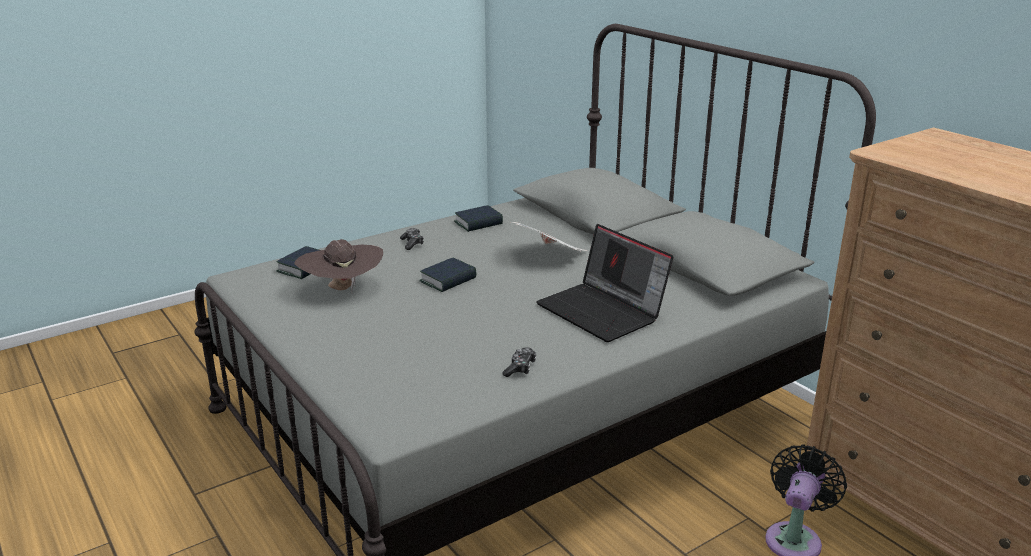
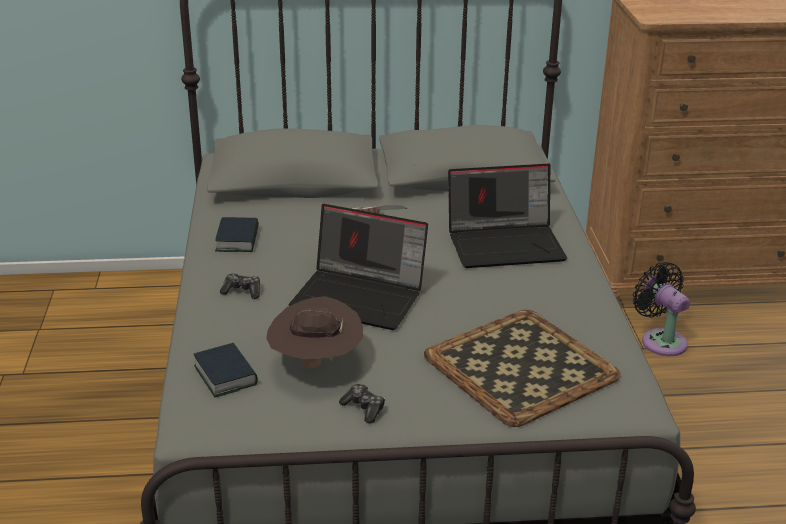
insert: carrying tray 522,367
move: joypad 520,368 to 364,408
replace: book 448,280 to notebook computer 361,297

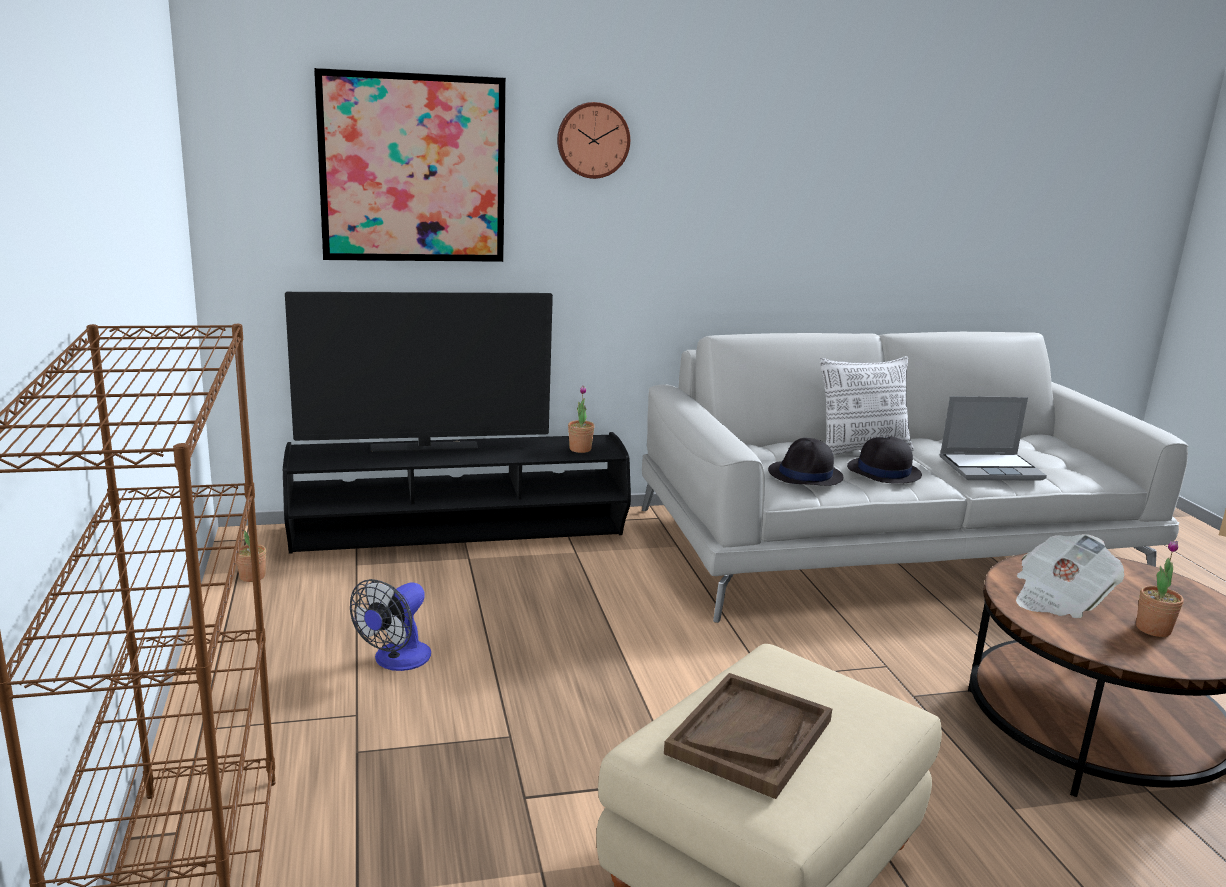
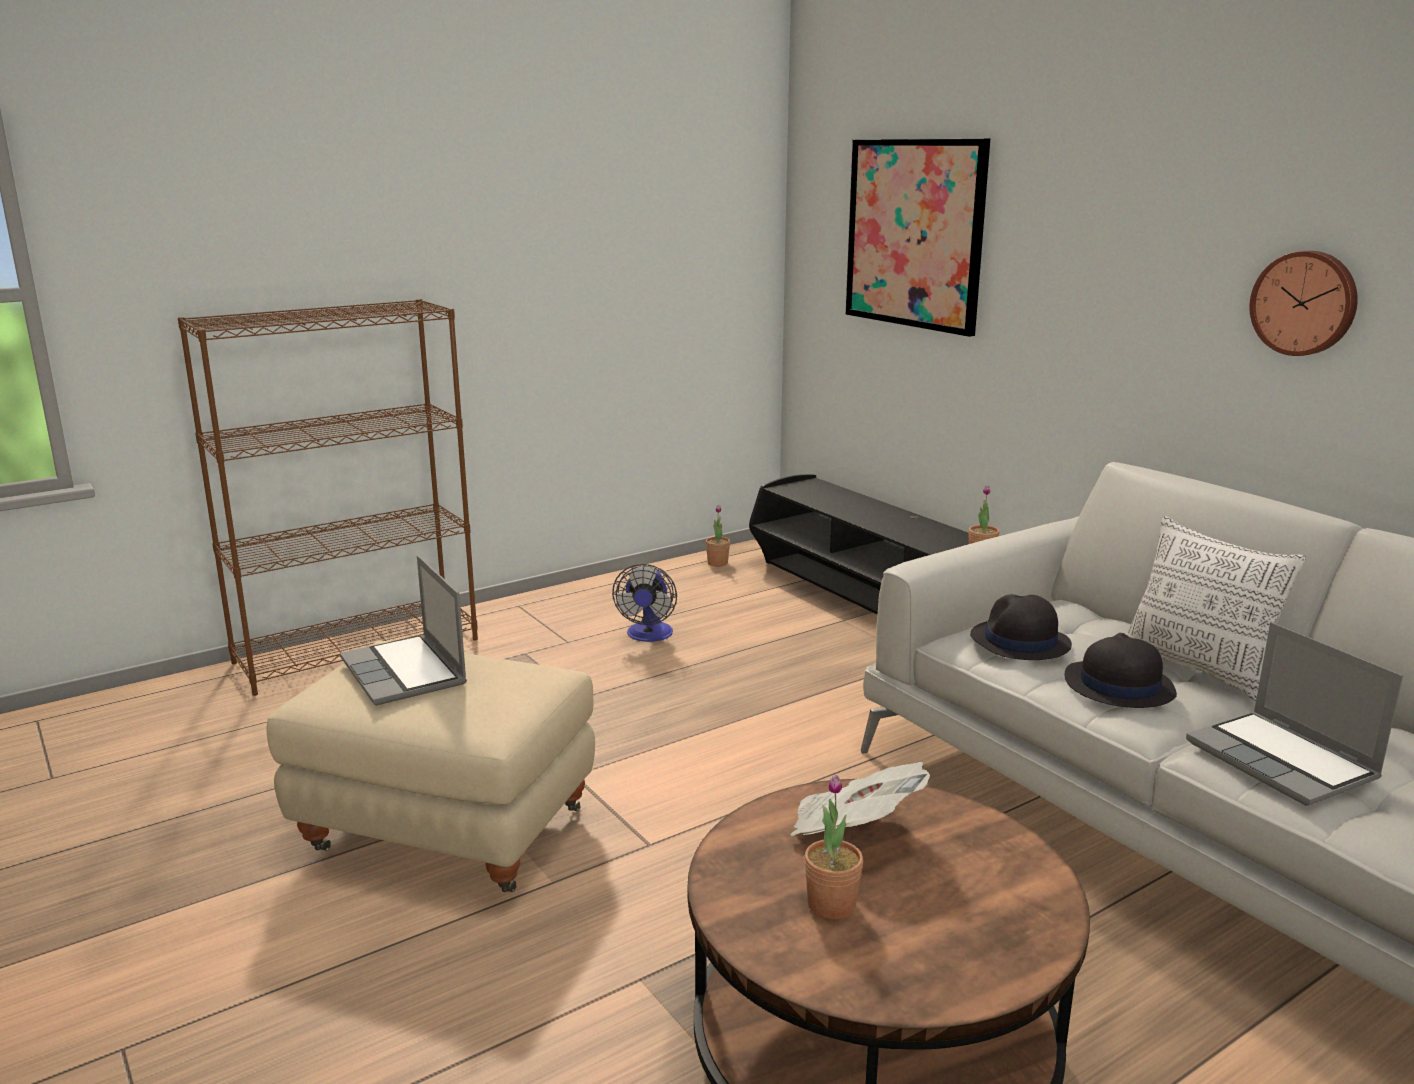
delete: TV set 424,447
move: clock on the wall 592,140 to 1305,303
replace: carrying tray (brown-coloured) 749,736 to notebook computer 406,673
rotate: electric fan 396,661 = 648,636 90 degrees counterclockwise

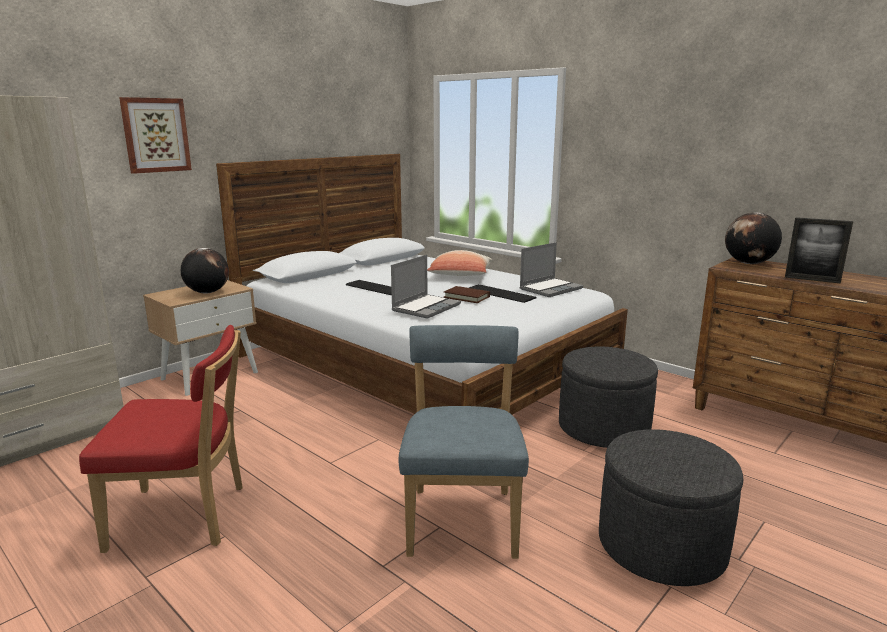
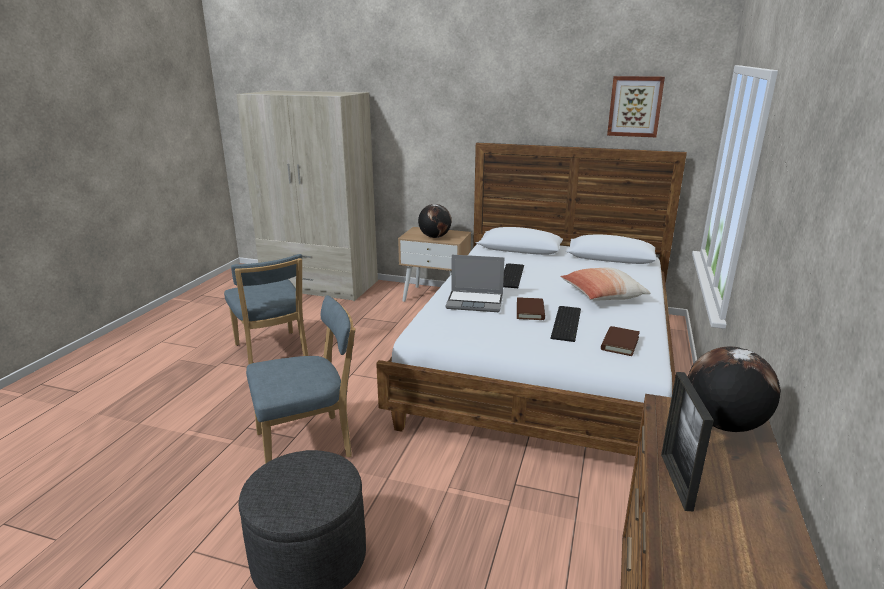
delete: ottoman (greyish) 603,428
move: wall art 155,135 to 635,106
replace: notebook computer 550,288 to book (brown-coloured) 620,343
recolor: chair (reddish) 185,517 to chair (blue-coloured) 272,352

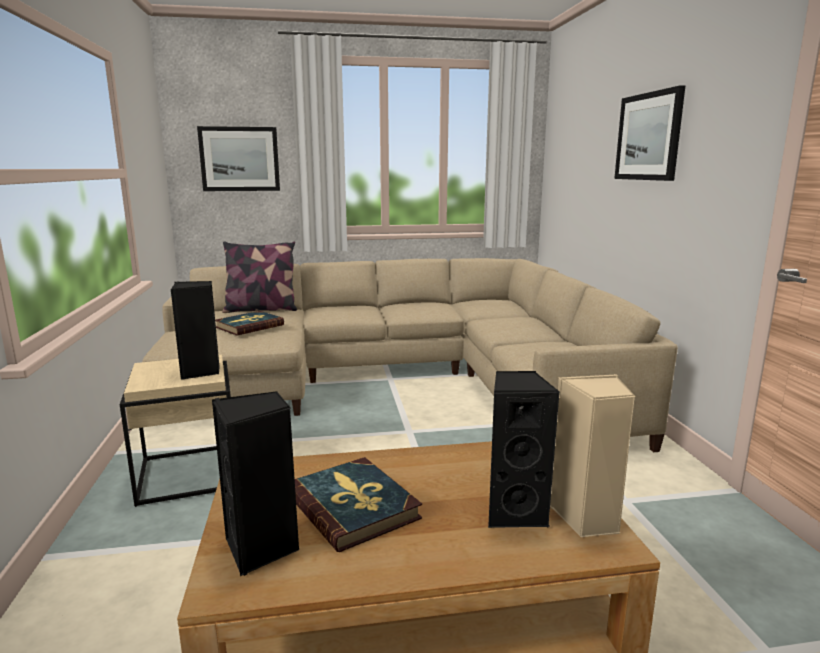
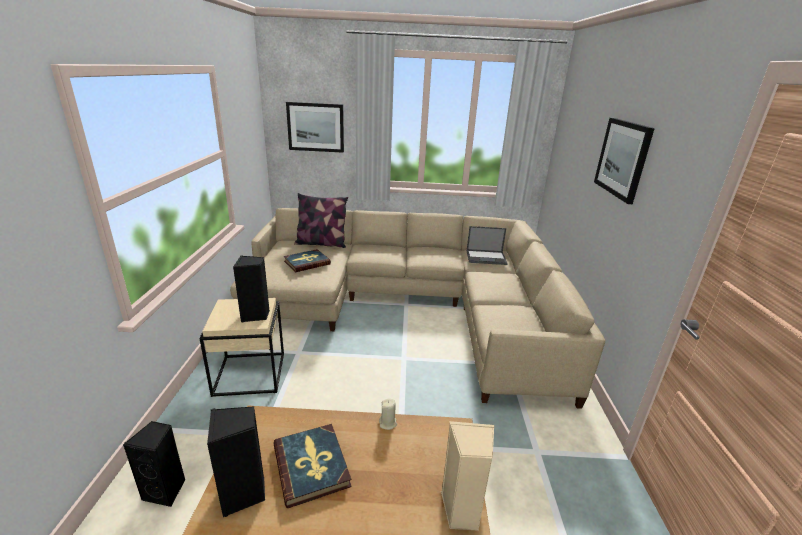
insert: candle (beige) 388,423; notebook computer 486,257
move: audio speaker (blackish) 514,512 to 166,491

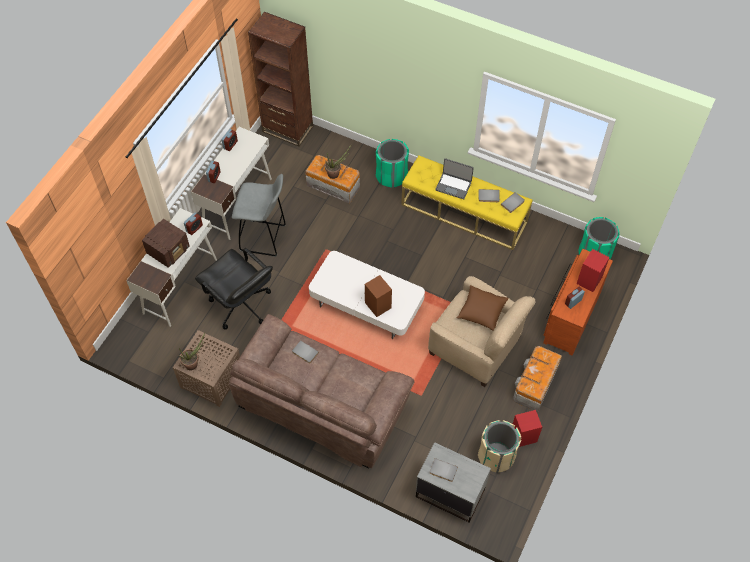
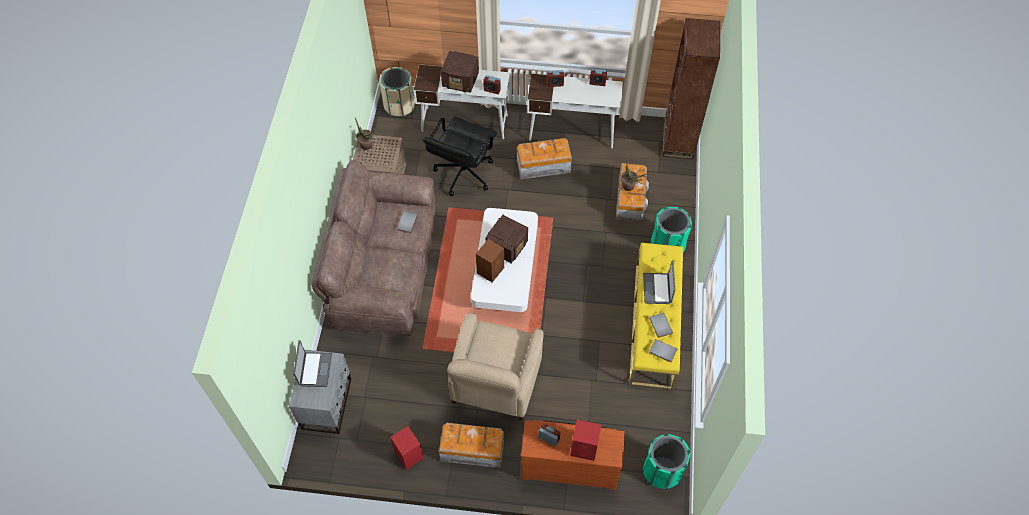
delete: throw pillow (brown-coloured) 481,312
insert: radio receiver 507,246
move: trash can (beige) 496,456 to 399,105
replace: stool seat (greyish) 264,238 to storage box 542,166; book (greyish) 443,471 to notebook computer 314,369

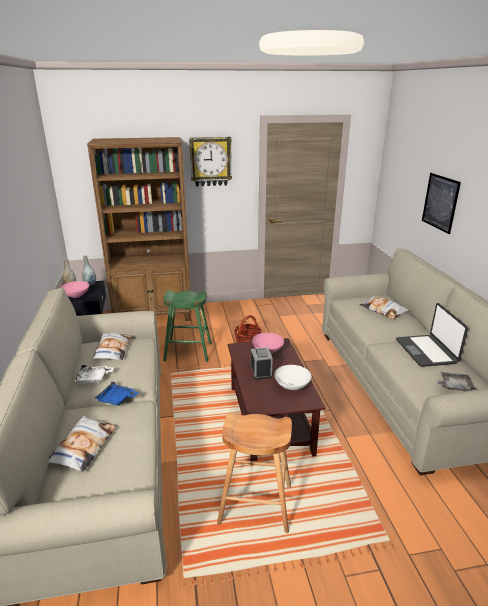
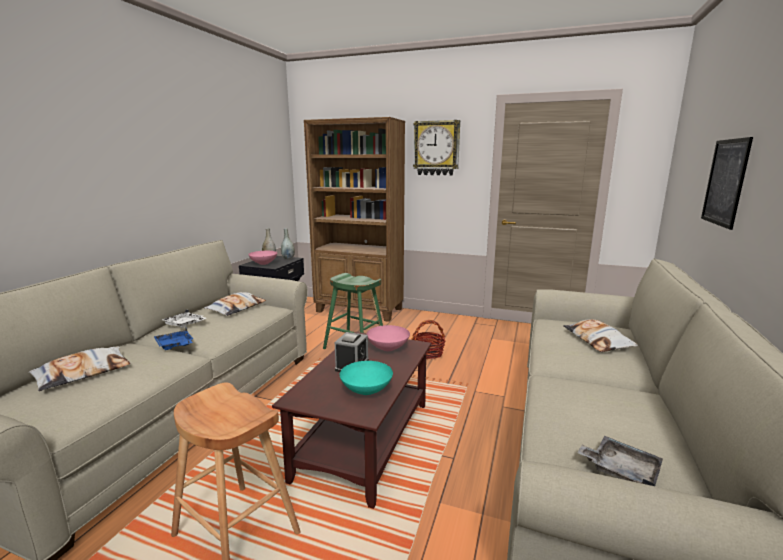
delete: notebook computer 426,351
recolor: serving bowl (whitish) 292,386 to serving bowl (turquoise-coloured) 366,391

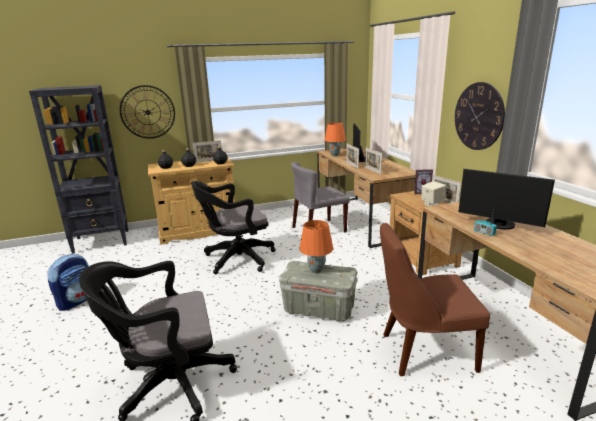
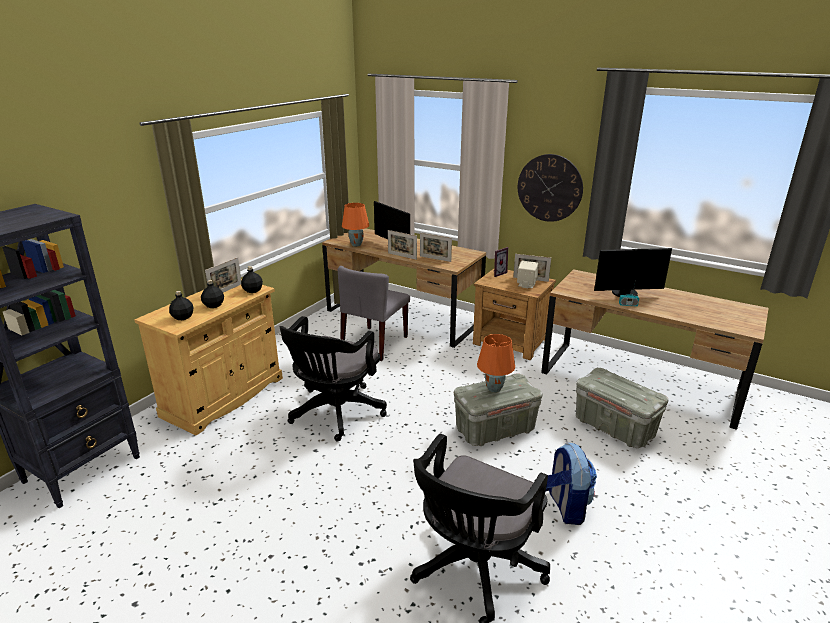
delete: clock on the wall 148,112
move: knapsack 77,301 to 565,506
replace: chair (brown-coloured) 423,351 to storage box (greyish) 613,427

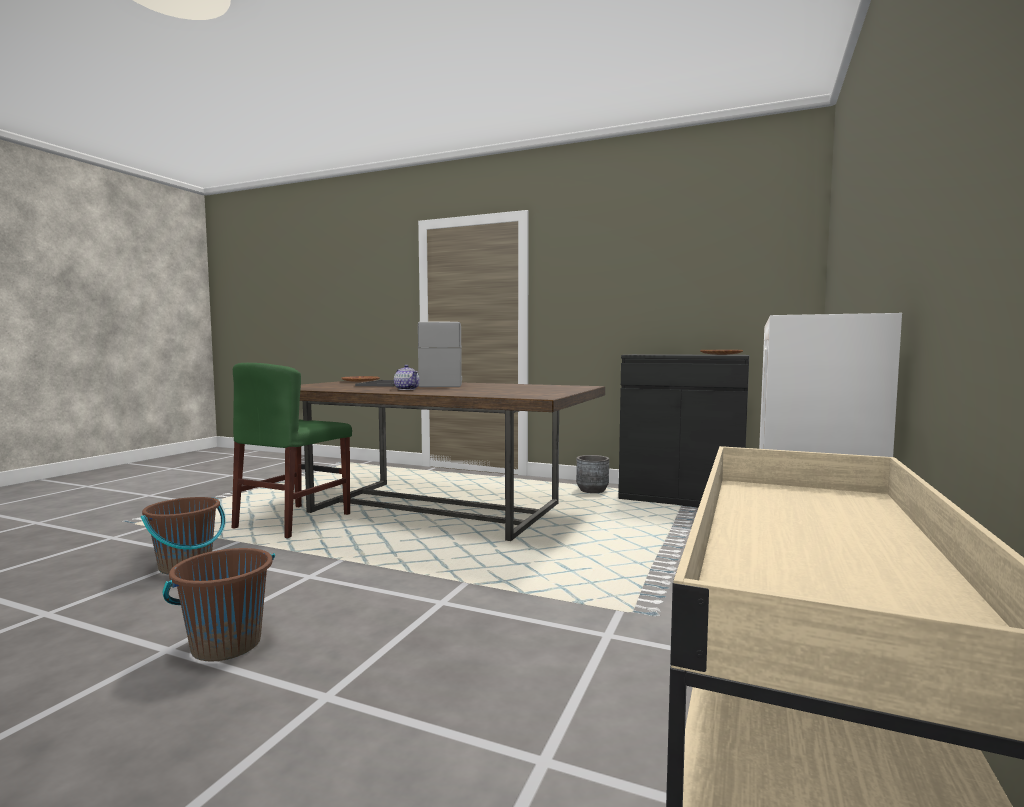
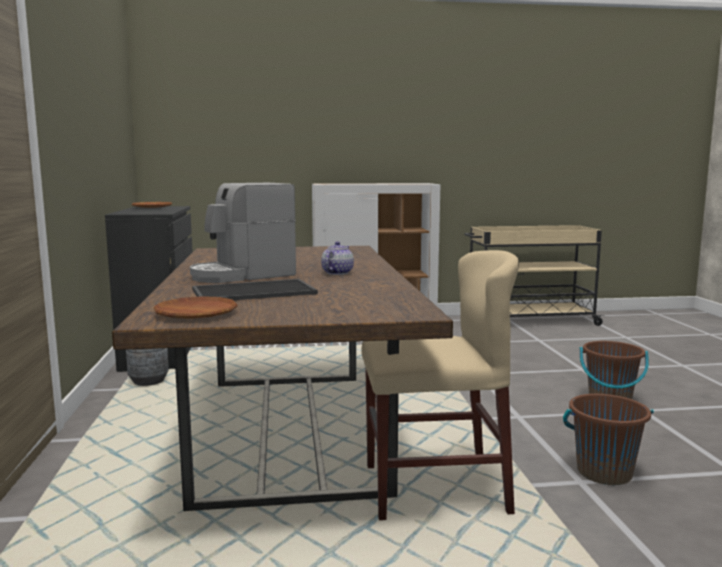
recolor: chair (green-coloured) 293,521 to chair (beige) 434,489

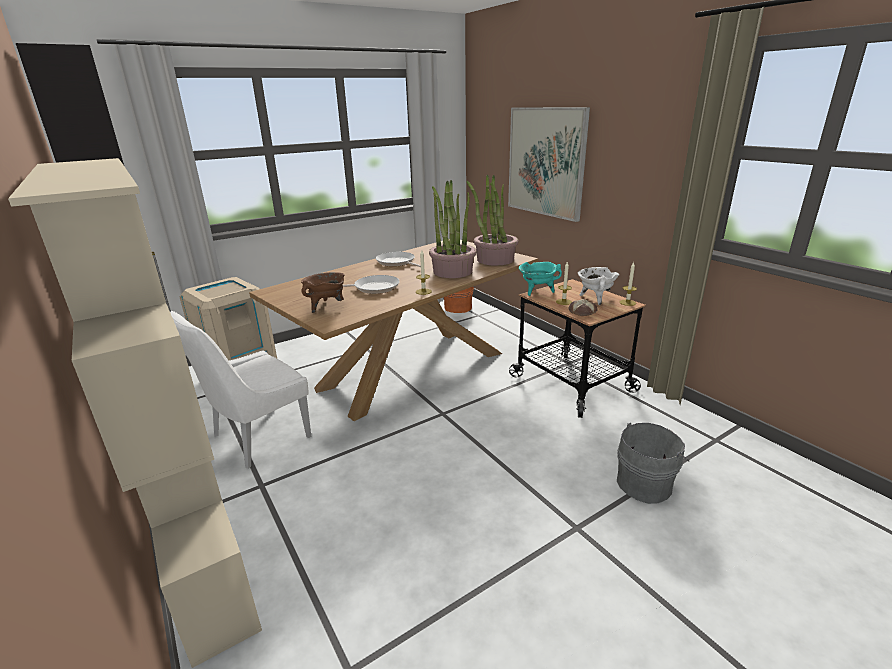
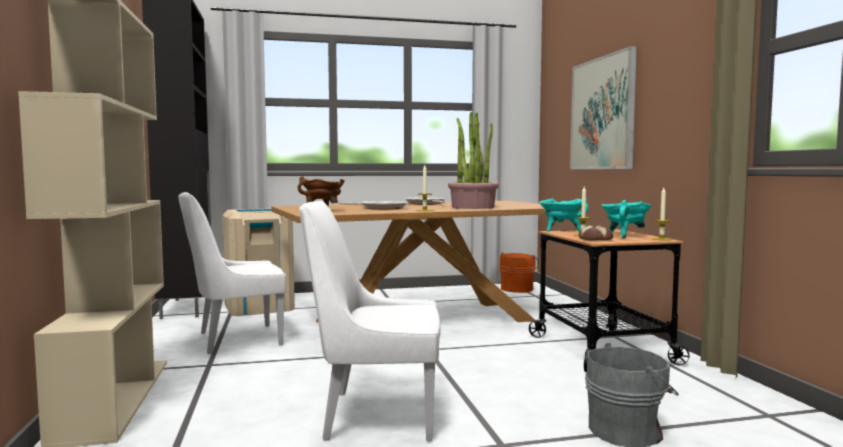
delete: houseplant 494,260
insert: chair (whitish) 375,415
recolor: stockpot (whitish) 595,298 to stockpot (turquoise-coloured) 624,236

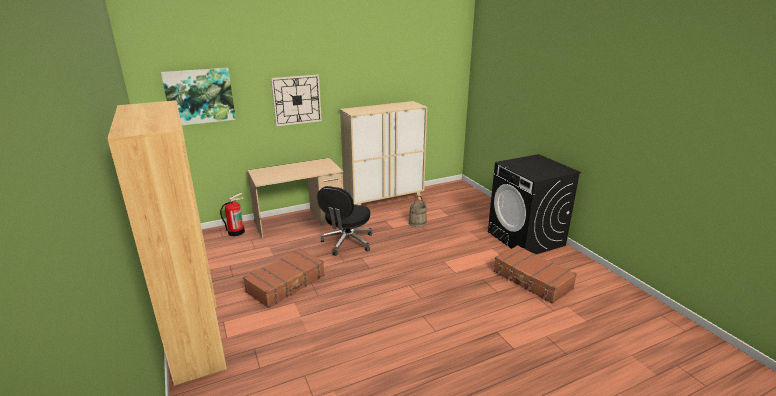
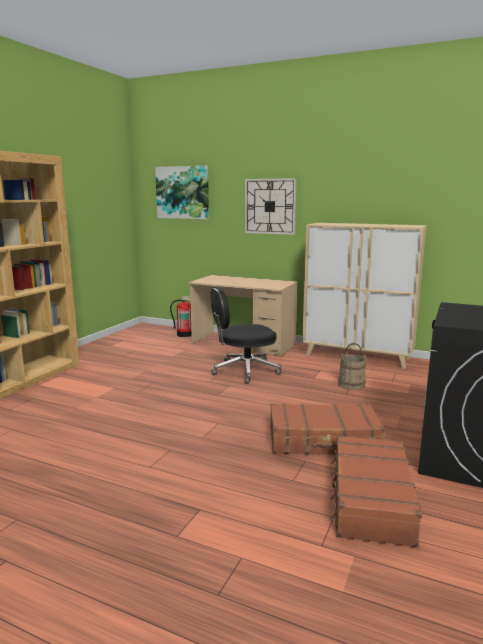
move: travel case (brown-coloured) 286,284 to 323,441

